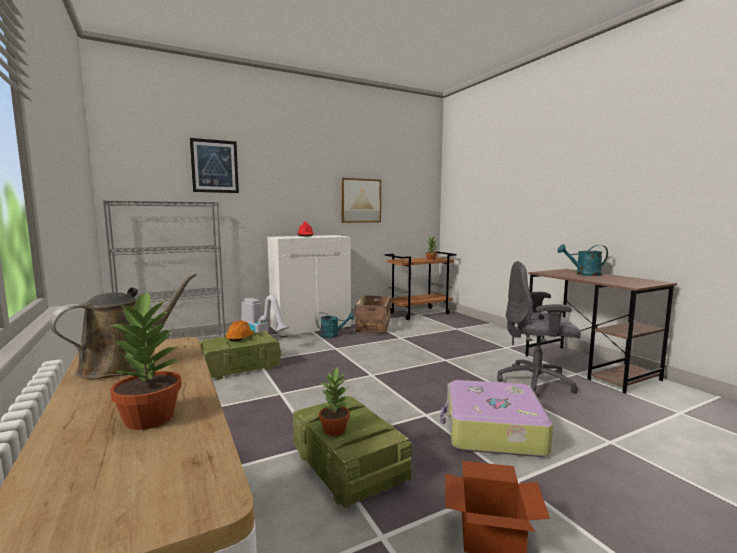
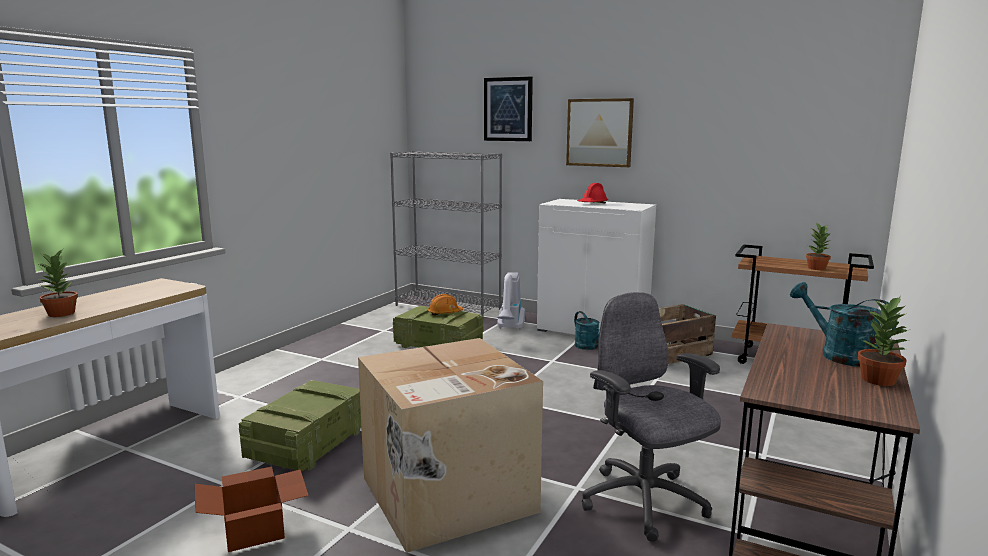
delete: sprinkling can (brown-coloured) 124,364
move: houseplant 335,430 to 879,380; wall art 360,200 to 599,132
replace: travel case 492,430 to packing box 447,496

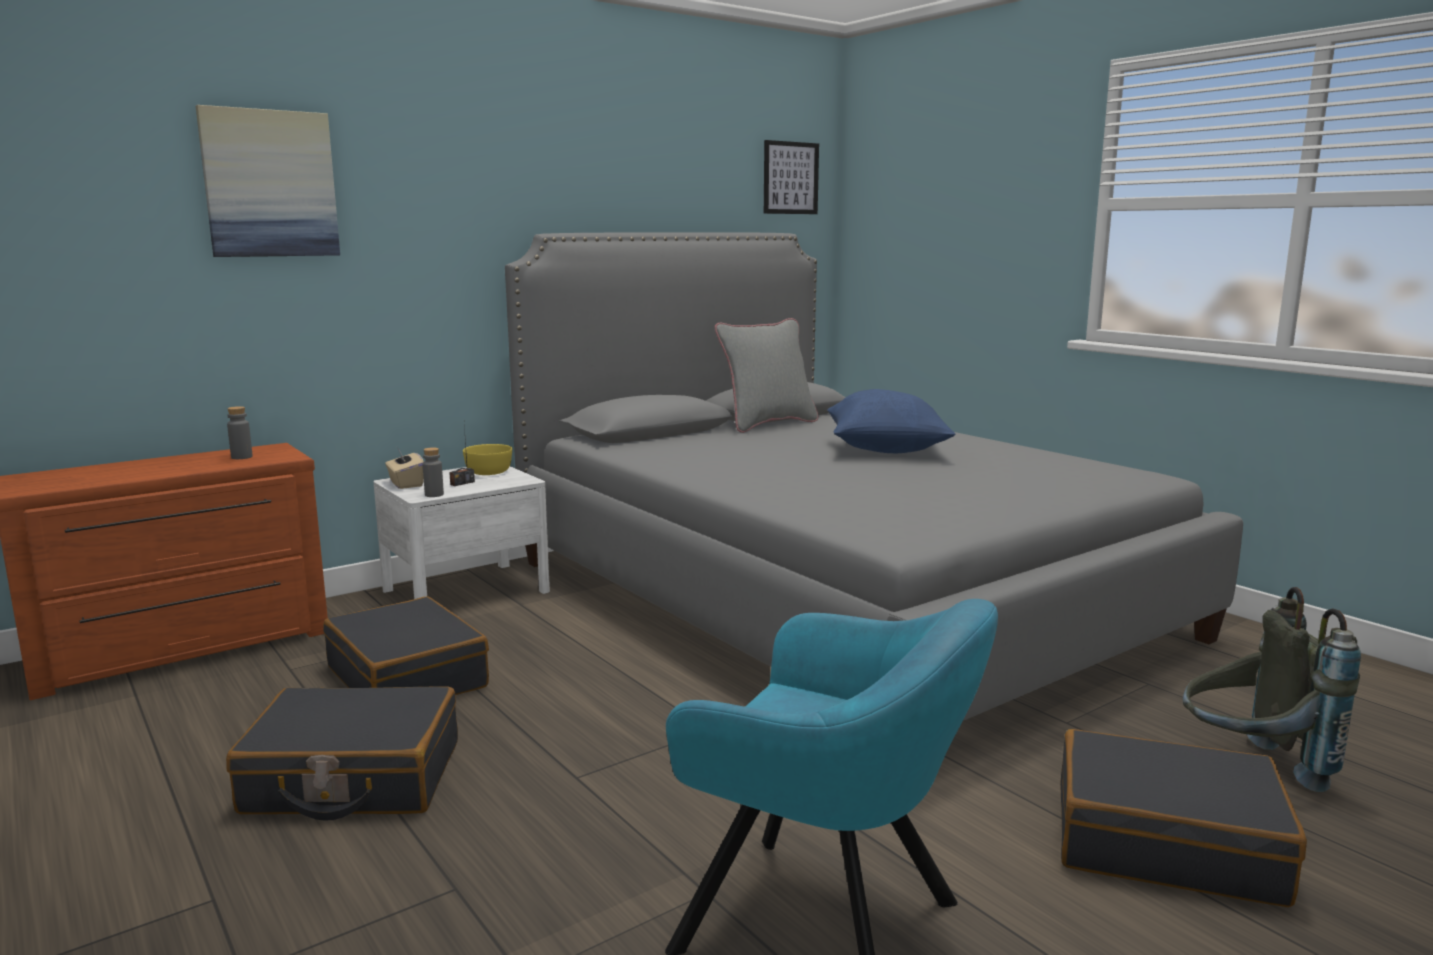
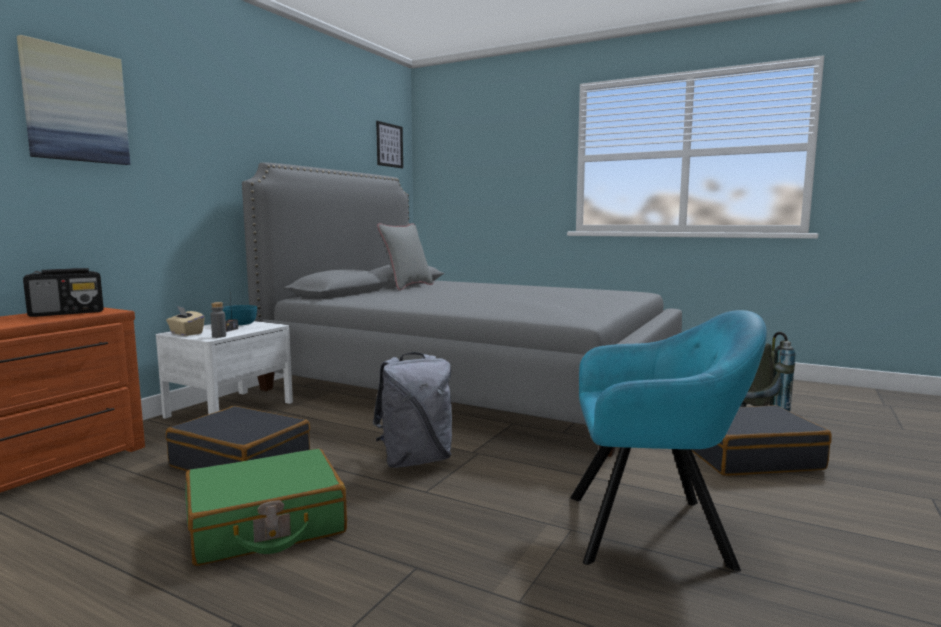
delete: throw pillow (blue-coloured) 885,451
insert: knapsack (greyish) 415,460
replace: beverage bottle (greyish) 242,457 to radio receiver 67,313
recolor: travel case (blackish) 353,778 to travel case (green-coloured) 266,525; serving bowl (yellowish) 489,472 to serving bowl (turquoise-coloured) 240,323

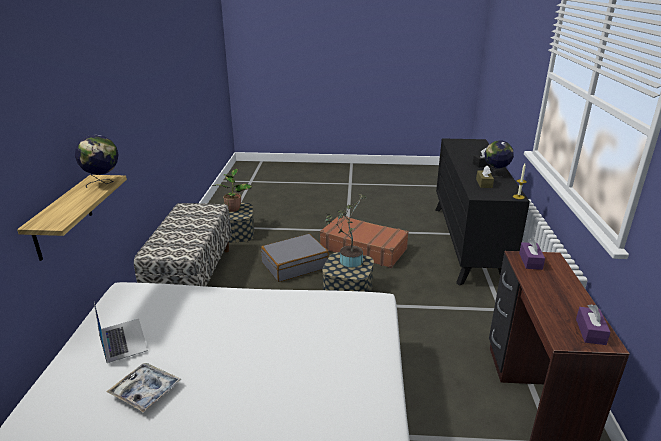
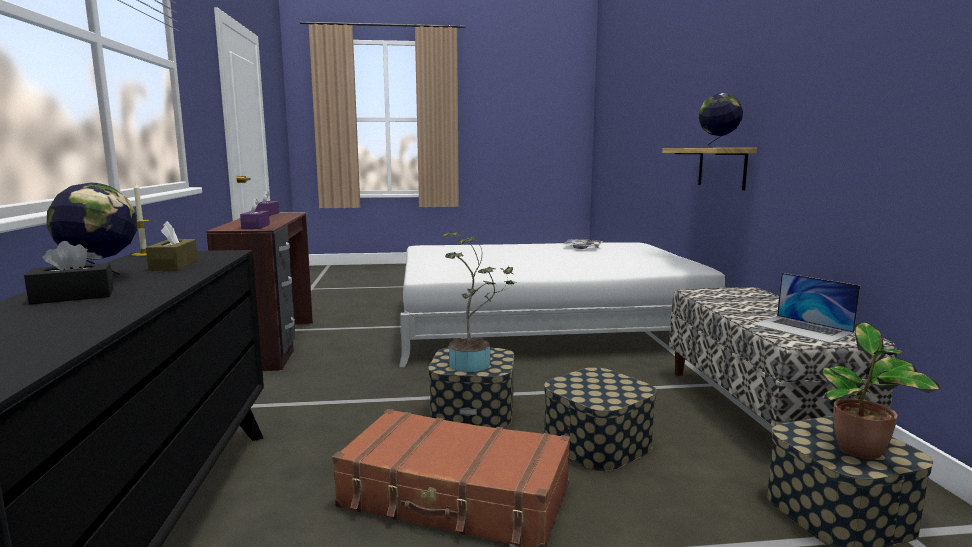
move: notebook computer 123,339 to 802,329
replace: travel case (greyish) 294,265 to storage box 597,443

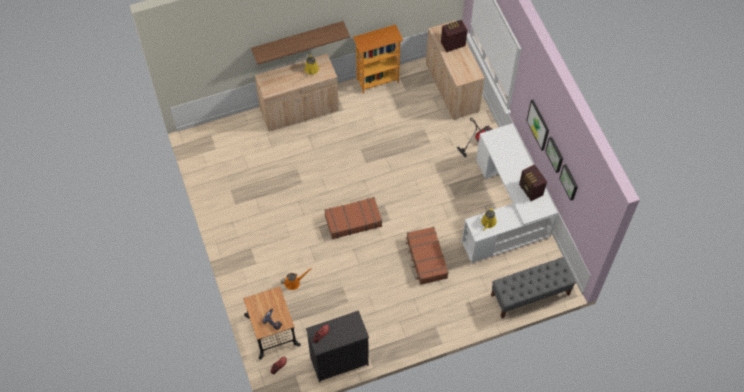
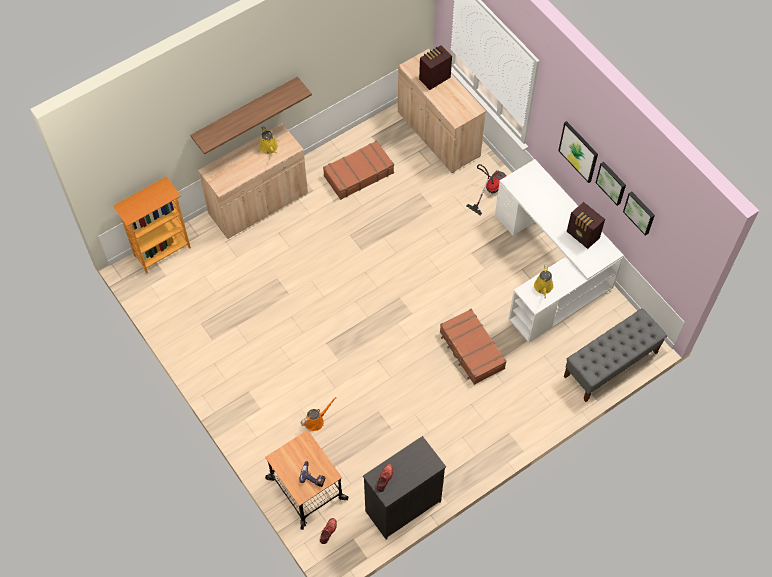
move: travel case (brown-coloured) 353,221 to 358,174; shelving unit 377,80 to 162,251

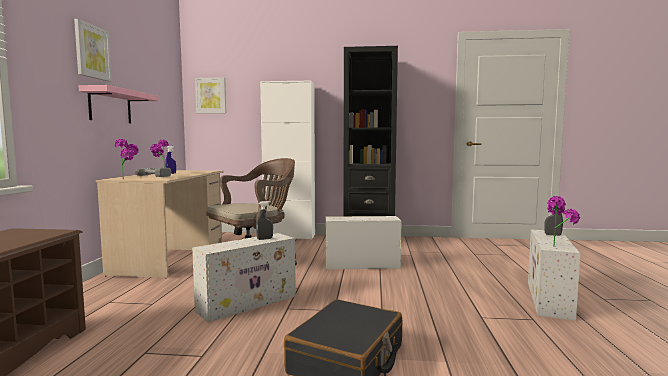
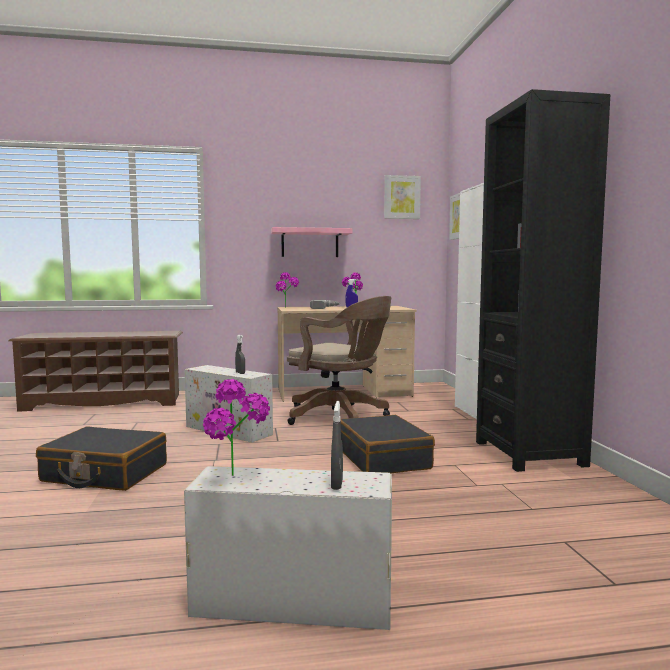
move: wall art 92,52 to 402,197
replace: storage box (whitish) 361,265 to travel case (blackish) 383,458

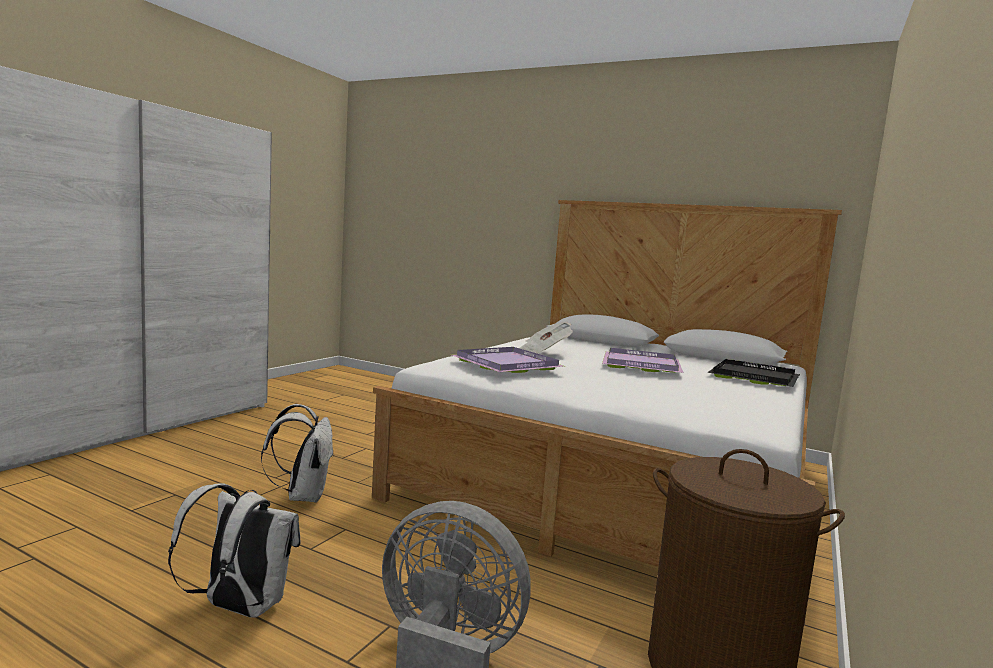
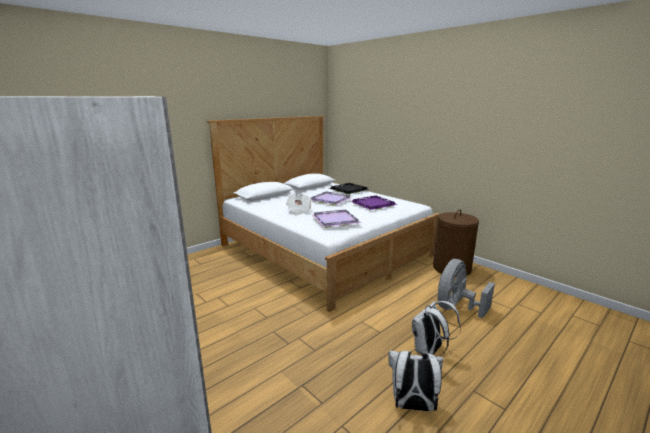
insert: carrying tray (purple) 374,204
move: knapsack (whitish) 303,496 to 412,406

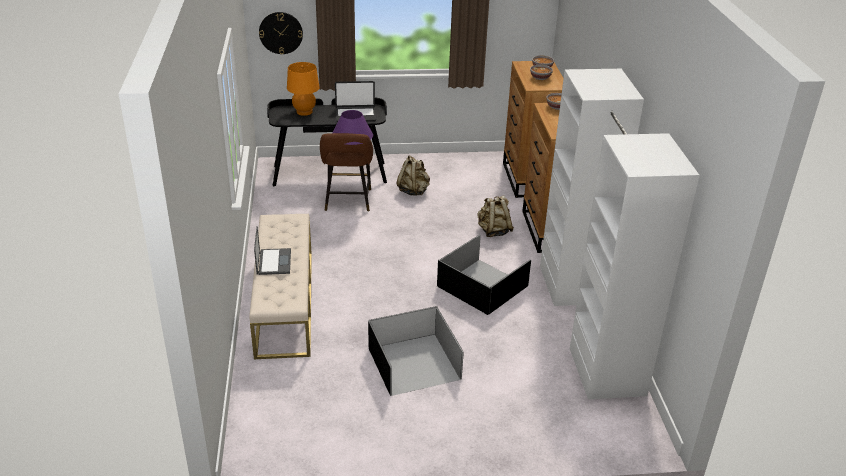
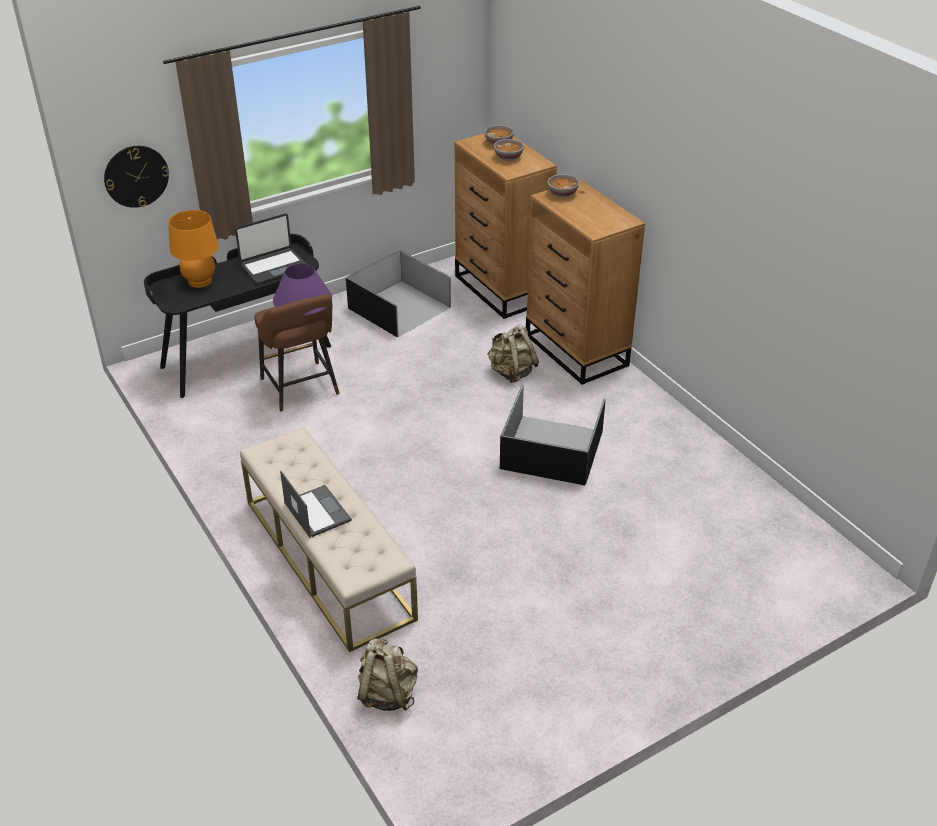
delete: armoire (whitish) 588,326
move: storage box (blackish) 412,363 to 398,308; knapsack (beige) 413,191 to 387,693

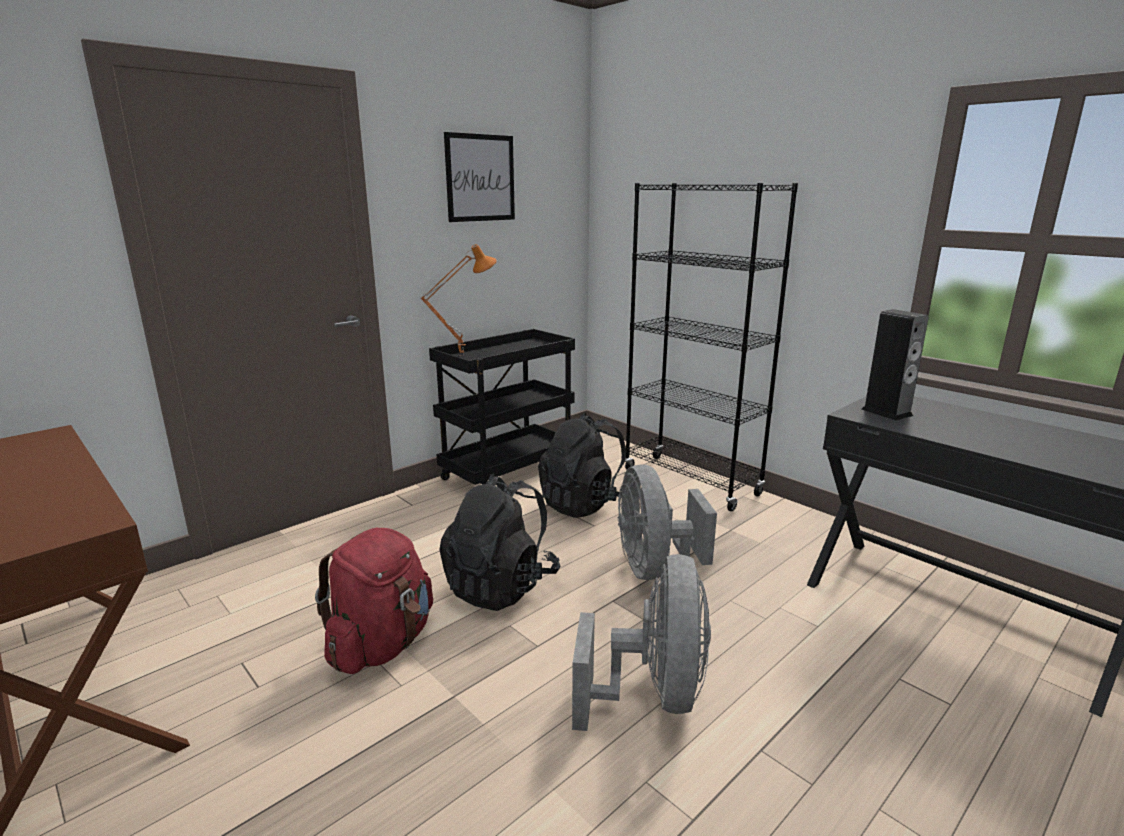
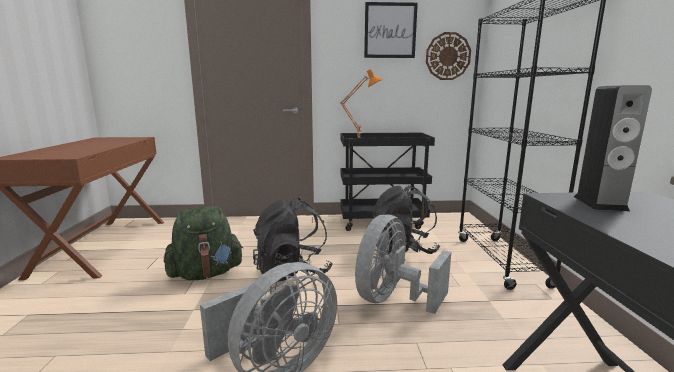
insert: clock on the wall 448,56
recolor: knapsack (reddish) 382,644 to knapsack (green-coloured) 206,274

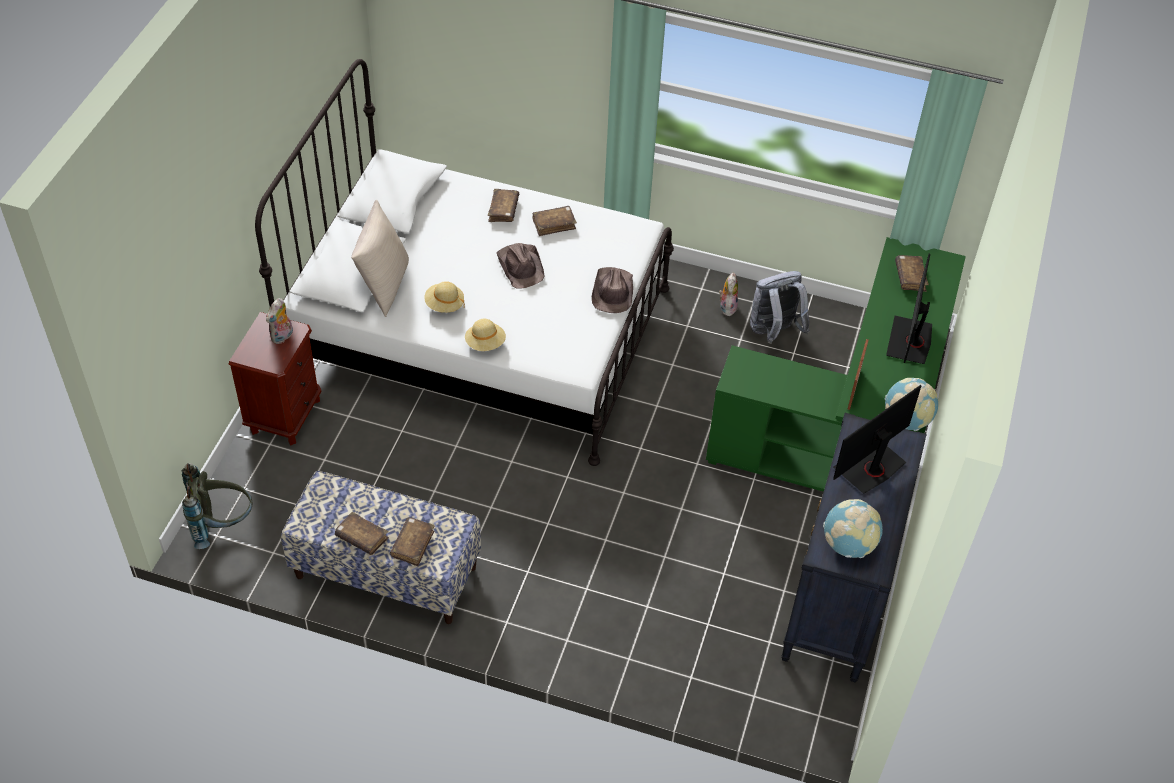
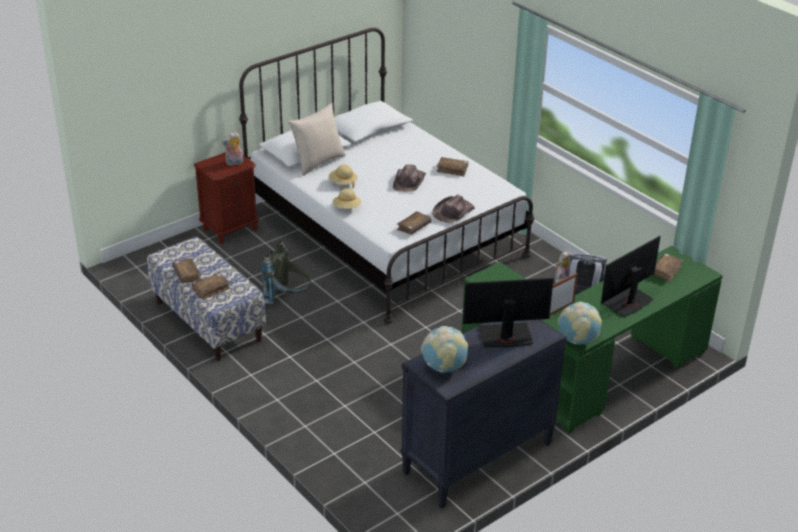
move: knapsack (greyish) 222,525 to 288,298; book (brown-coloured) 503,210 to 414,227

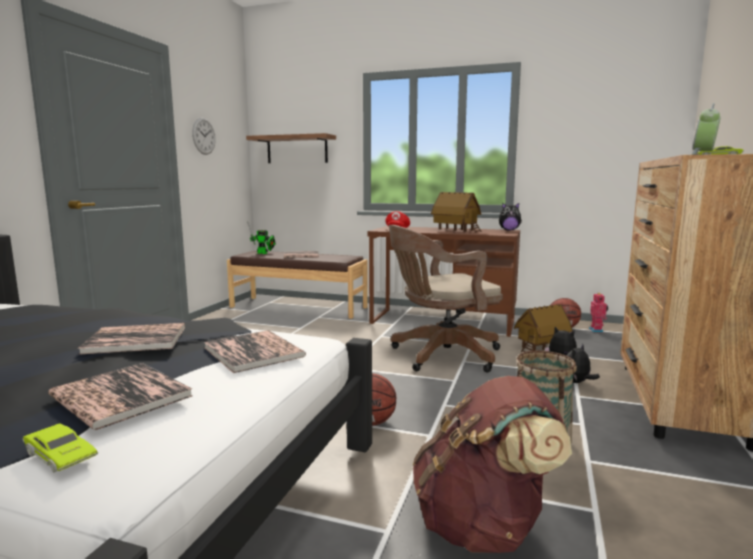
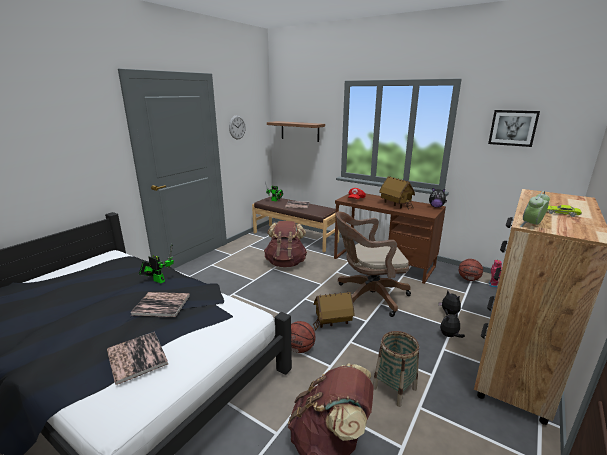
delete: toy car (green-coloured) 61,455; book 253,352
insert: model robot 157,280; knapsack (brown-coloured) 286,263; wall art 513,128
move: miniature house 541,348 to 332,322

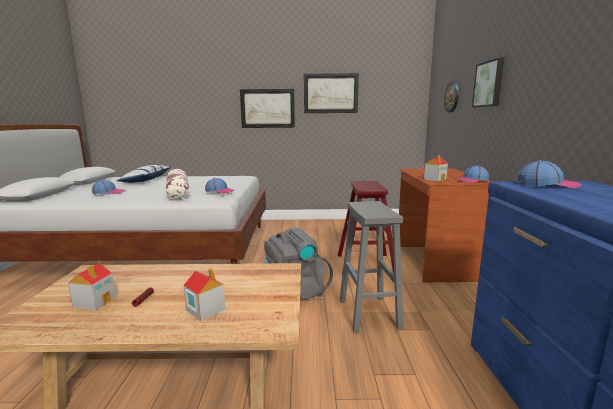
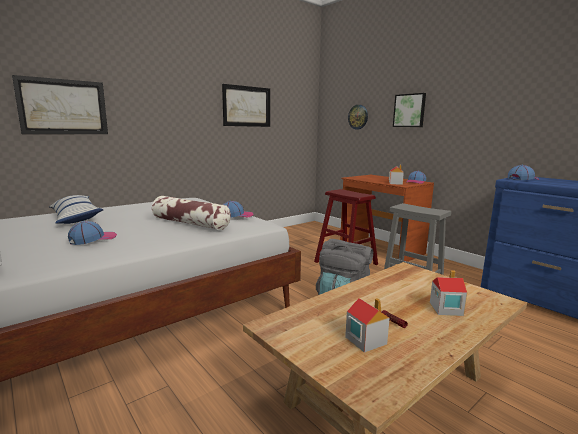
move: wall art 267,108 to 63,107

